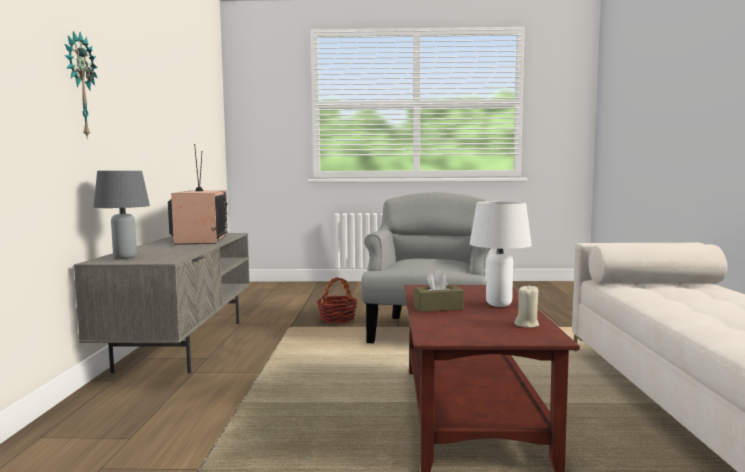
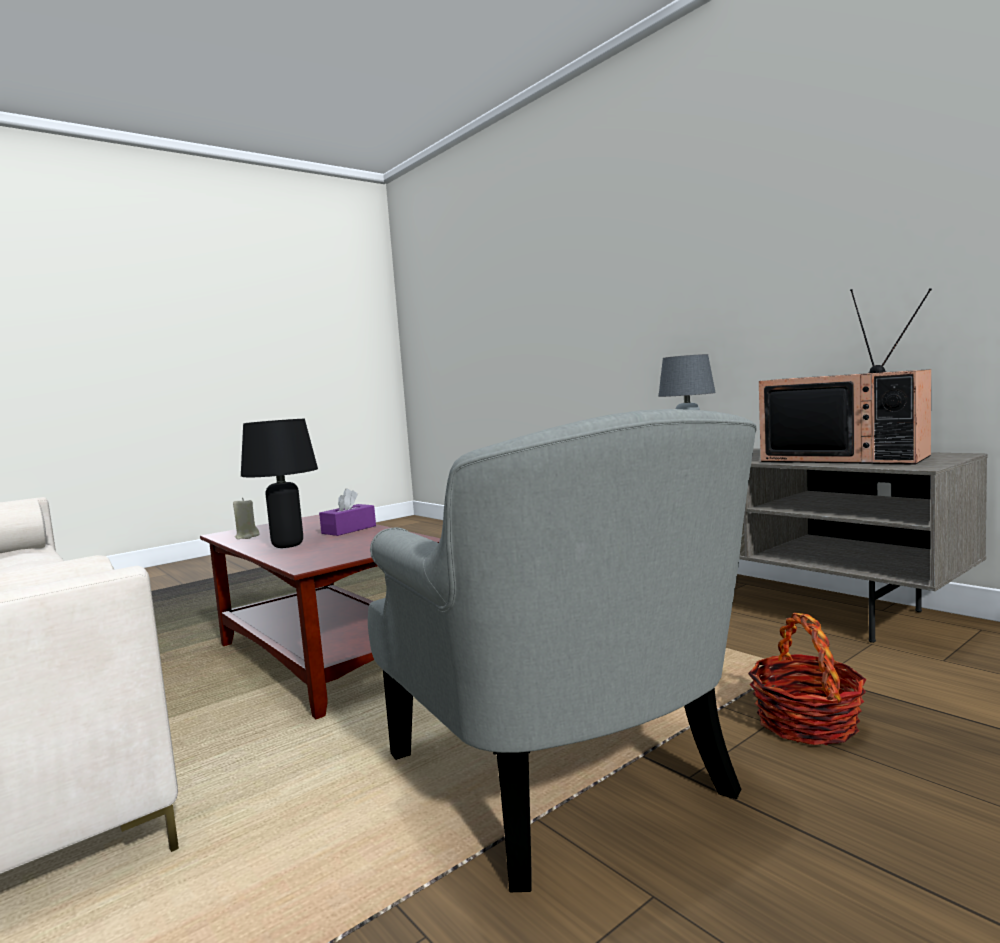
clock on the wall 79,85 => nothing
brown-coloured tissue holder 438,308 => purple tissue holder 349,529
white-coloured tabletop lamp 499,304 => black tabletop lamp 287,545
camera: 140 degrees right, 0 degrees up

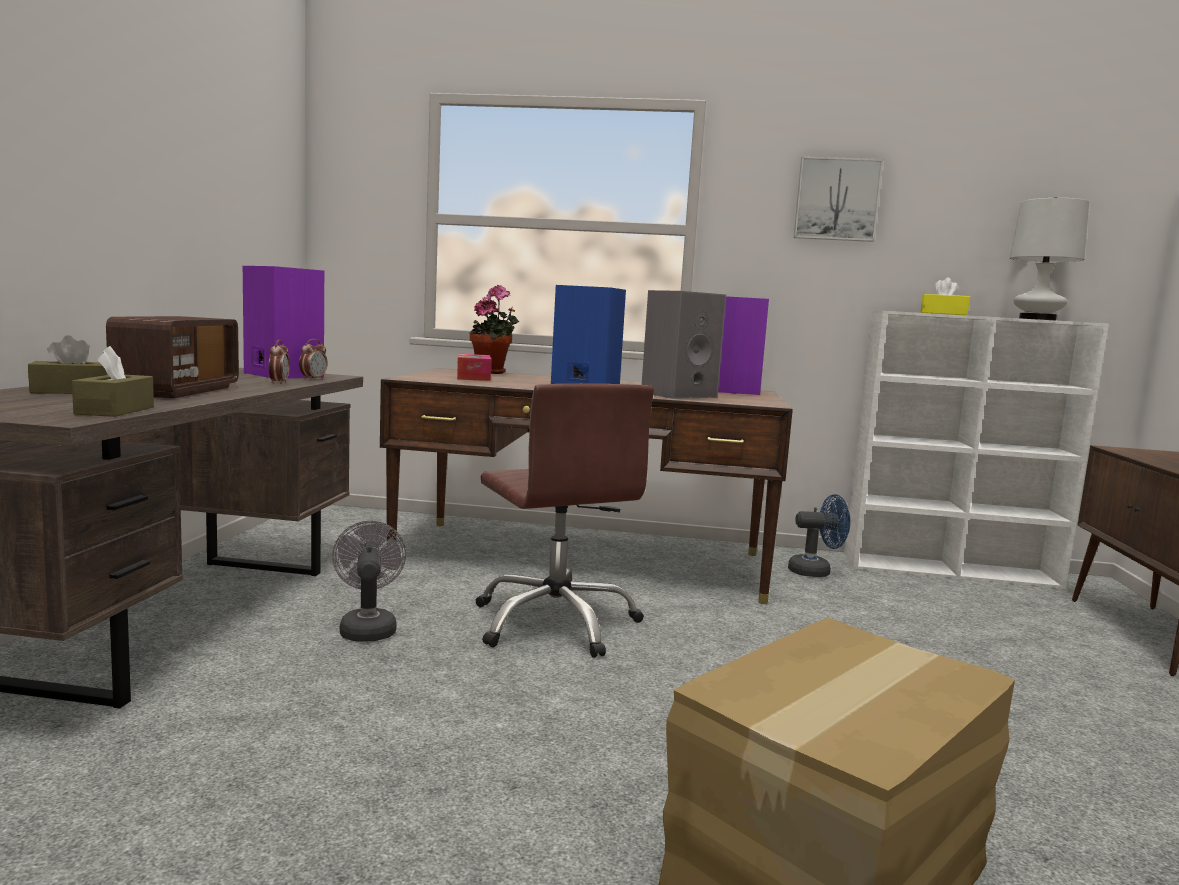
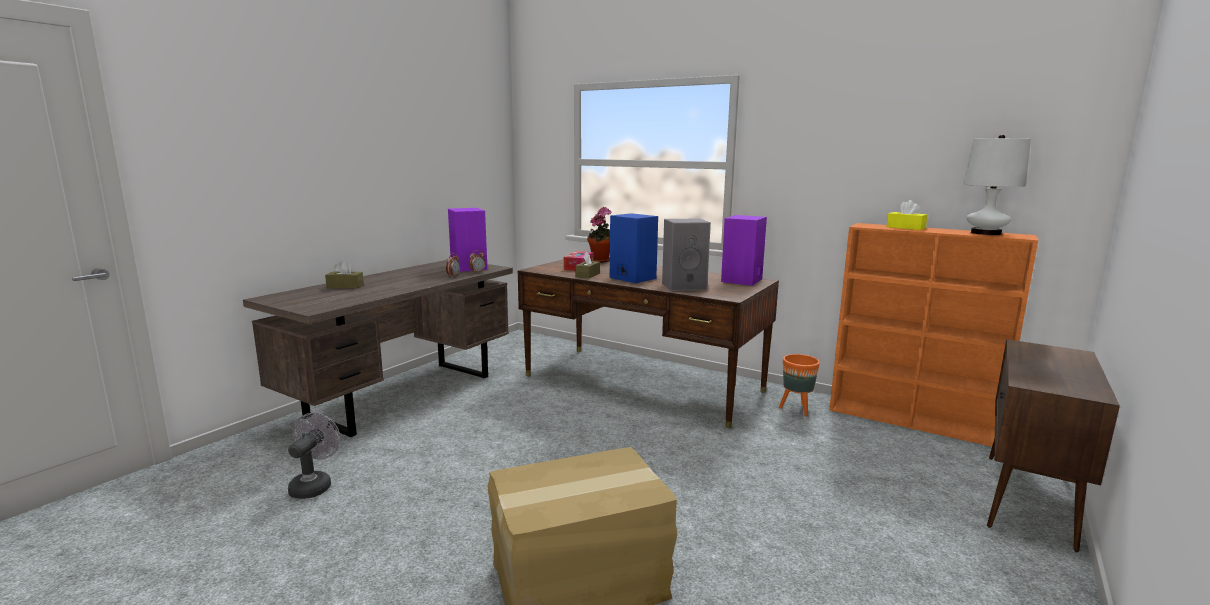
radio 178,391 => nothing
brown-coloured computer chair 556,622 => nothing
wall picture 836,200 => nothing
brown-coloured tissue holder 115,410 => brown-coloured tissue holder 587,275, relocated
grey fan 367,628 => grey fan 314,485, relocated
blue fan 816,571 => orange-coloured planter 796,409
white-coloured shelving unit 951,570 => orange-coloured shelving unit 913,421
camera: 25 degrees right, 5 degrees up

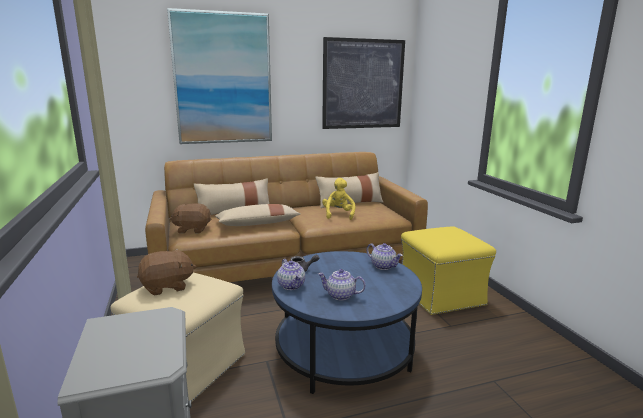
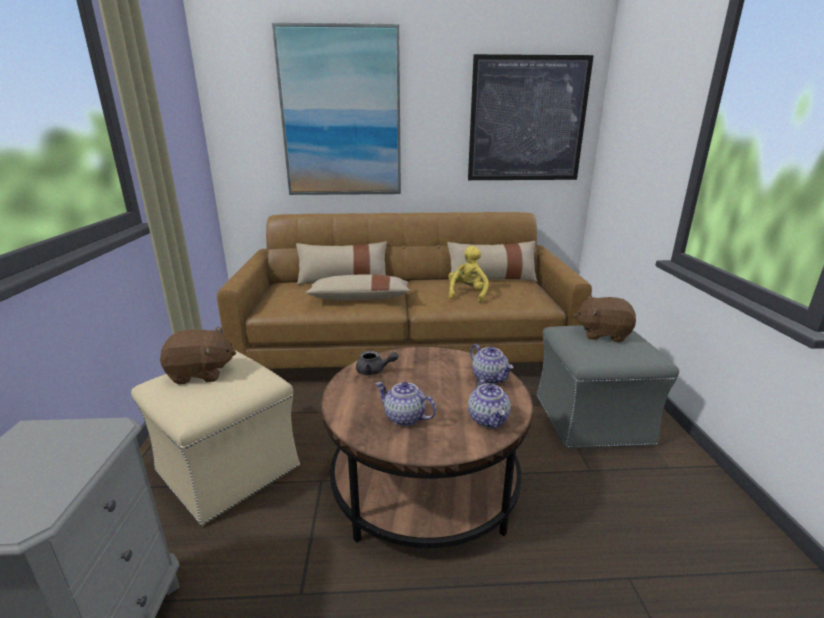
brown-coloured soft toy 192,229 => brown-coloured soft toy 602,334, relocated
teapot 291,285 => teapot 488,419, relocated
blue low table 344,350 => brown-coloured low table 425,482
yellowish ottoman 441,295 => grey ottoman 592,420
camera: 15 degrees right, 5 degrees up

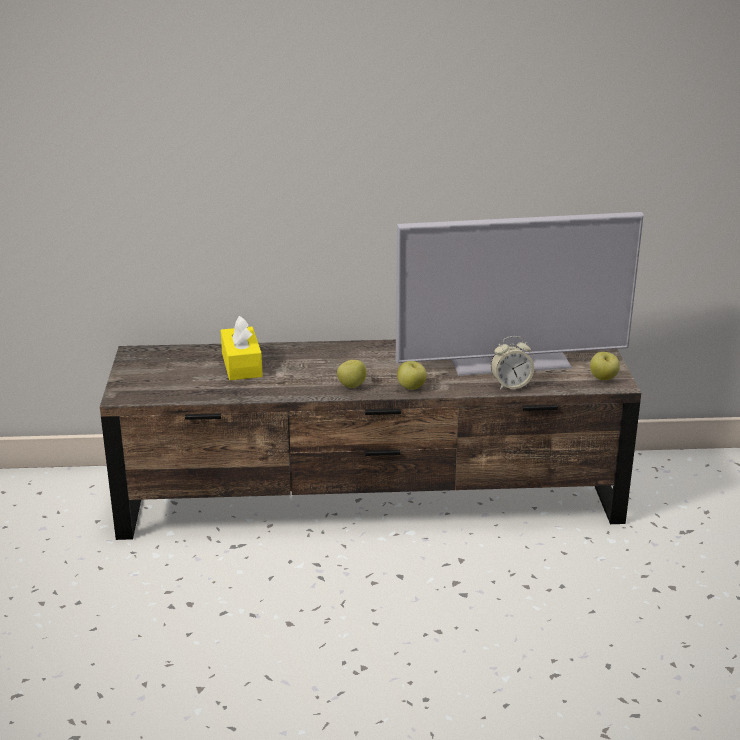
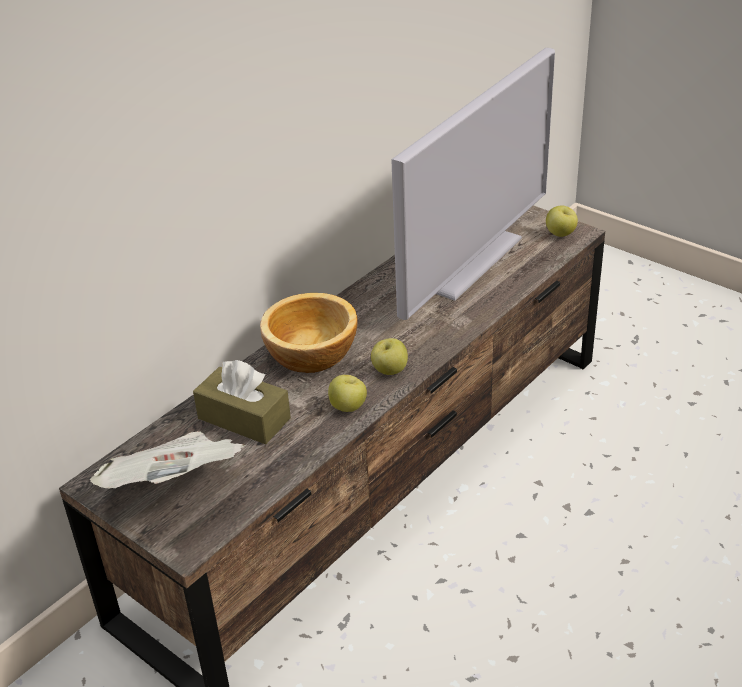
alarm clock 511,385 => nothing
nothing => newspaper 176,487
nothing => serving bowl 311,355
apple 411,388 => apple 348,407, relocated
yellowish tissue holder 241,365 => brown-coloured tissue holder 244,418
camera: 45 degrees left, 10 degrees up

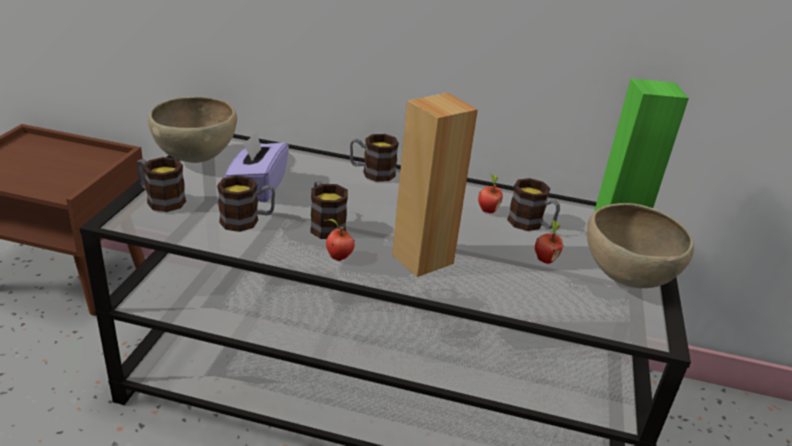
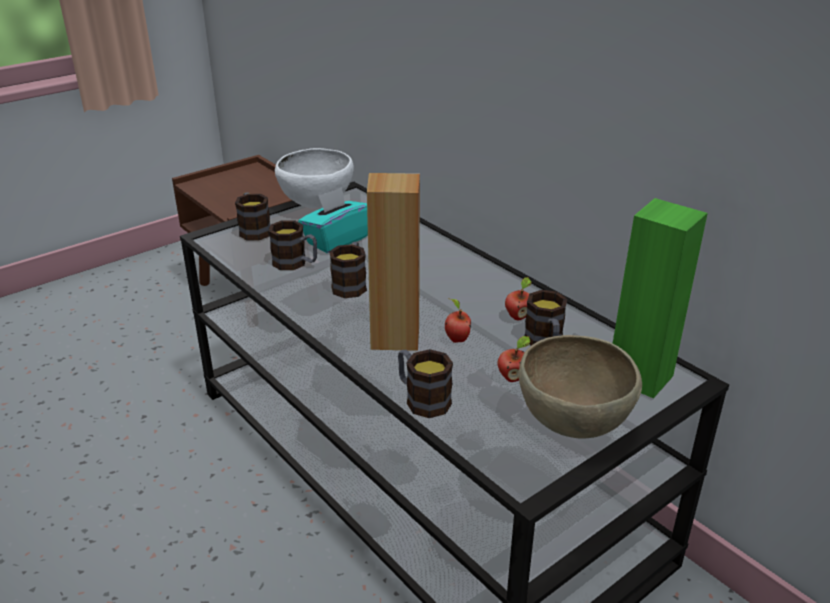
apple 337,257 => apple 456,339, relocated
tea mug 372,172 => tea mug 422,398, relocated
brown-coloured serving bowl 196,159 => white-coloured serving bowl 317,205
purple tissue holder 258,187 => turquoise-coloured tissue holder 337,240
camera: 40 degrees right, 0 degrees up

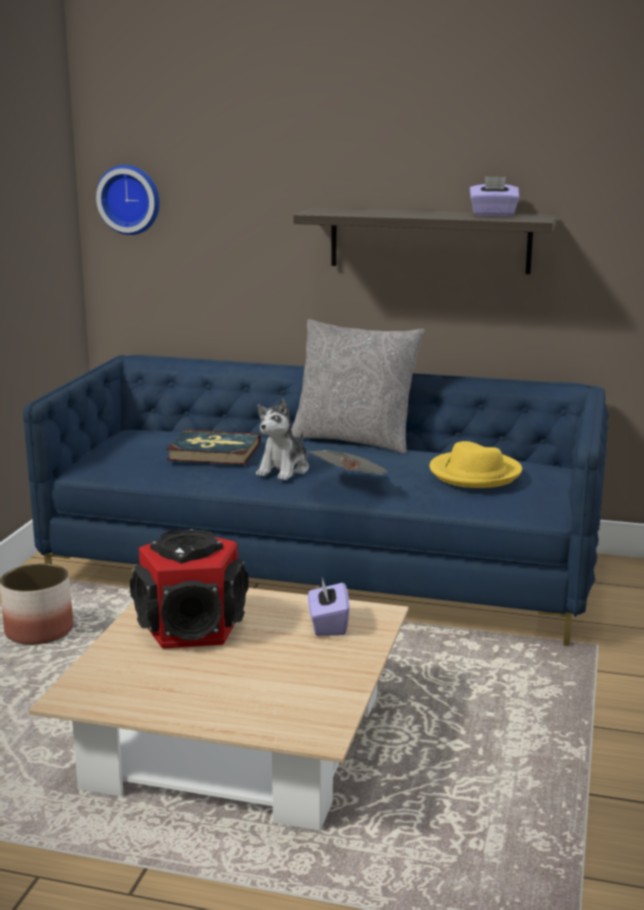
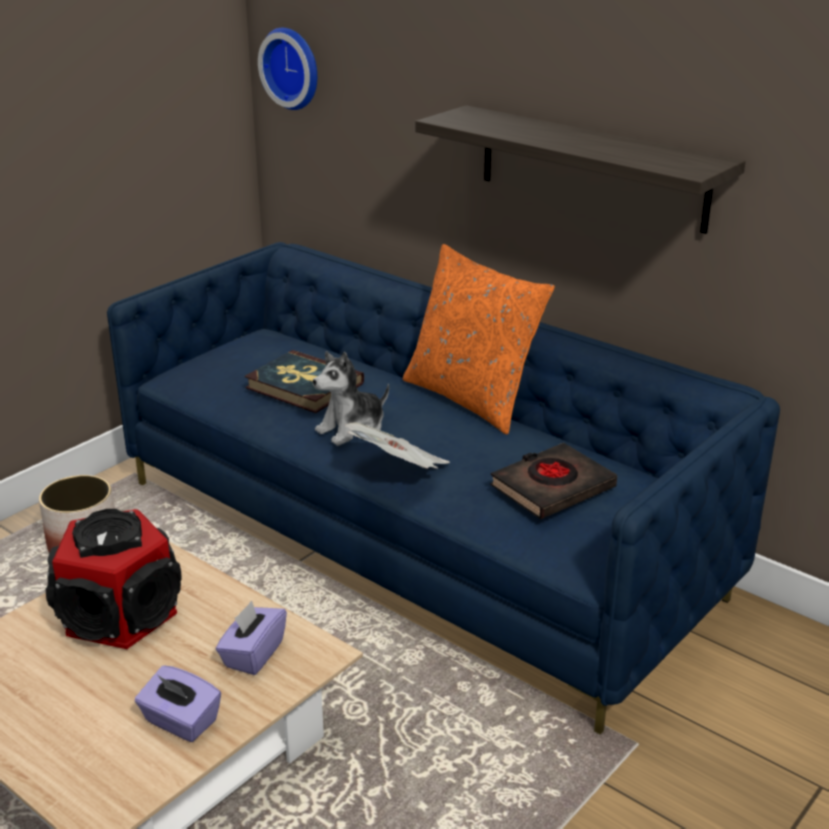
purple tissue holder 493,214 => purple tissue holder 180,722, relocated
yellowish clothing hat 474,473 => black bound book 552,487
grey pillow 354,440 => orange-coloured pillow 472,399
camera: 25 degrees right, 10 degrees up

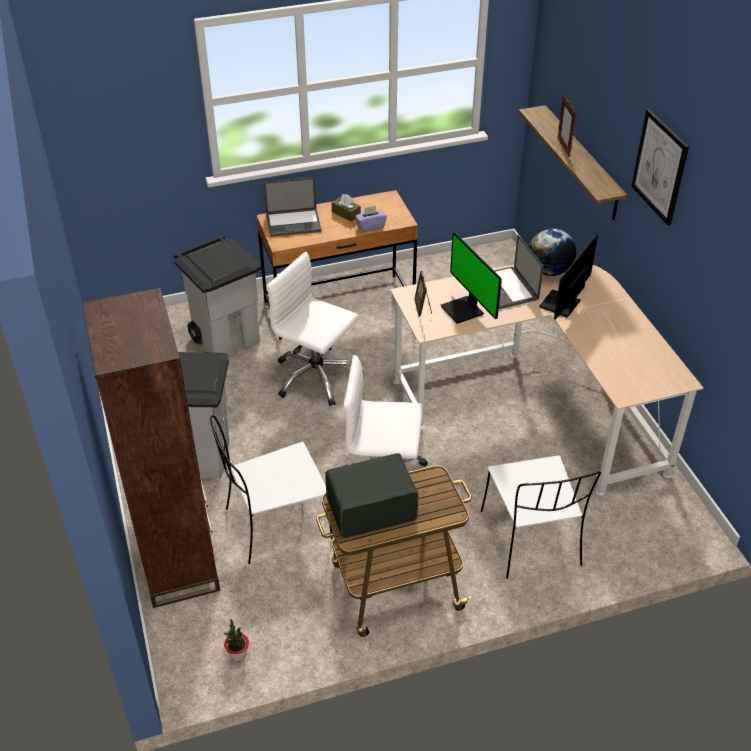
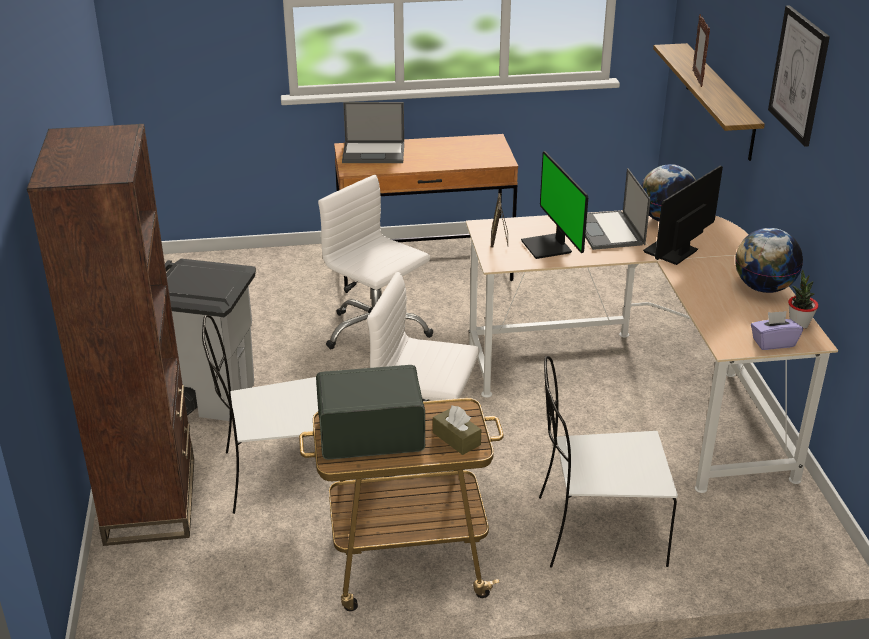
grey trash can 226,338 => nothing
nothing => world globe 763,288
houseplant 238,654 => houseplant 798,324, relocated
brown-coloured tissue holder 346,214 => brown-coloured tissue holder 456,439, relocated
purple tissue holder 370,226 => purple tissue holder 773,343, relocated
white-coloured plain chair 531,540 => white-coloured plain chair 597,531, 90 degrees clockwise
camera: 10 degrees right, 10 degrees down

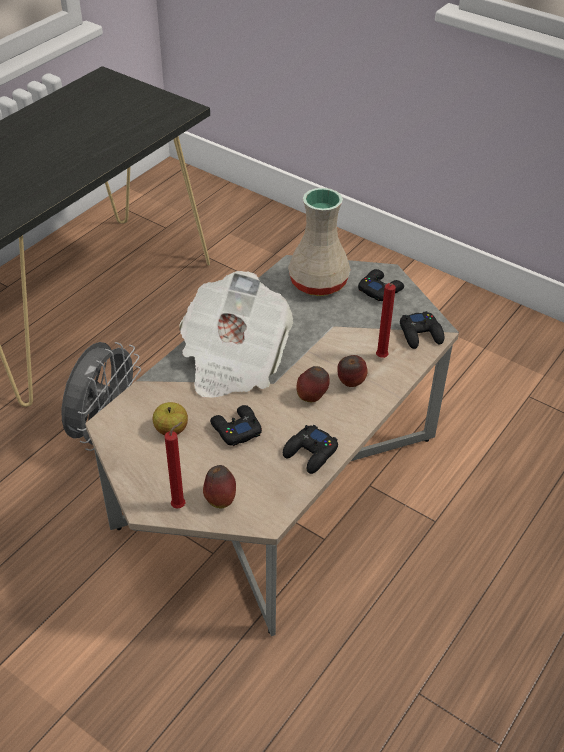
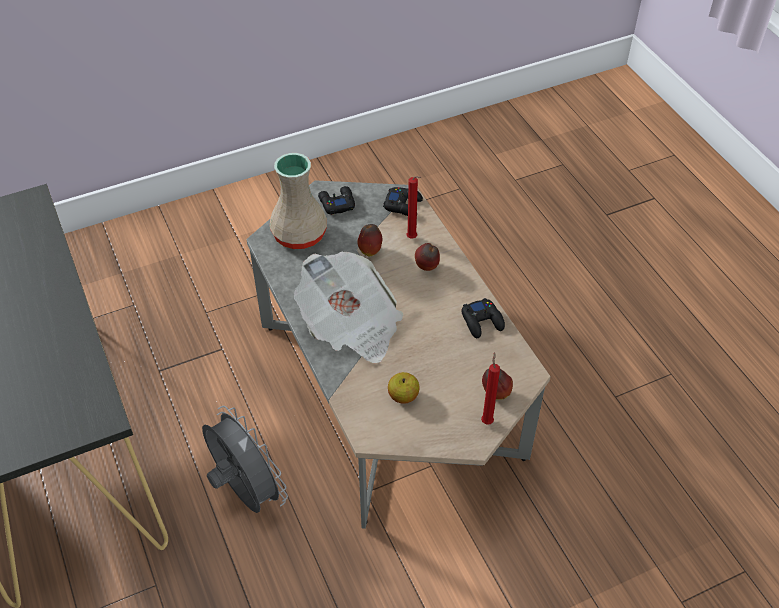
black joypad 236,429 => nothing
apple 312,397 => apple 370,251, relocated
camera: 60 degrees left, 5 degrees up

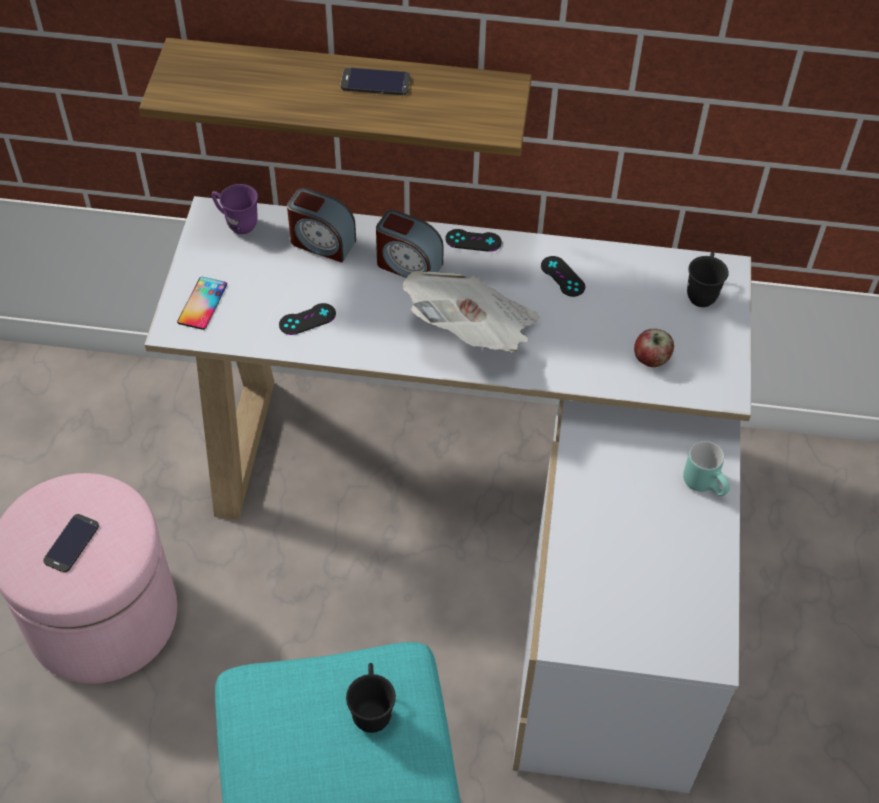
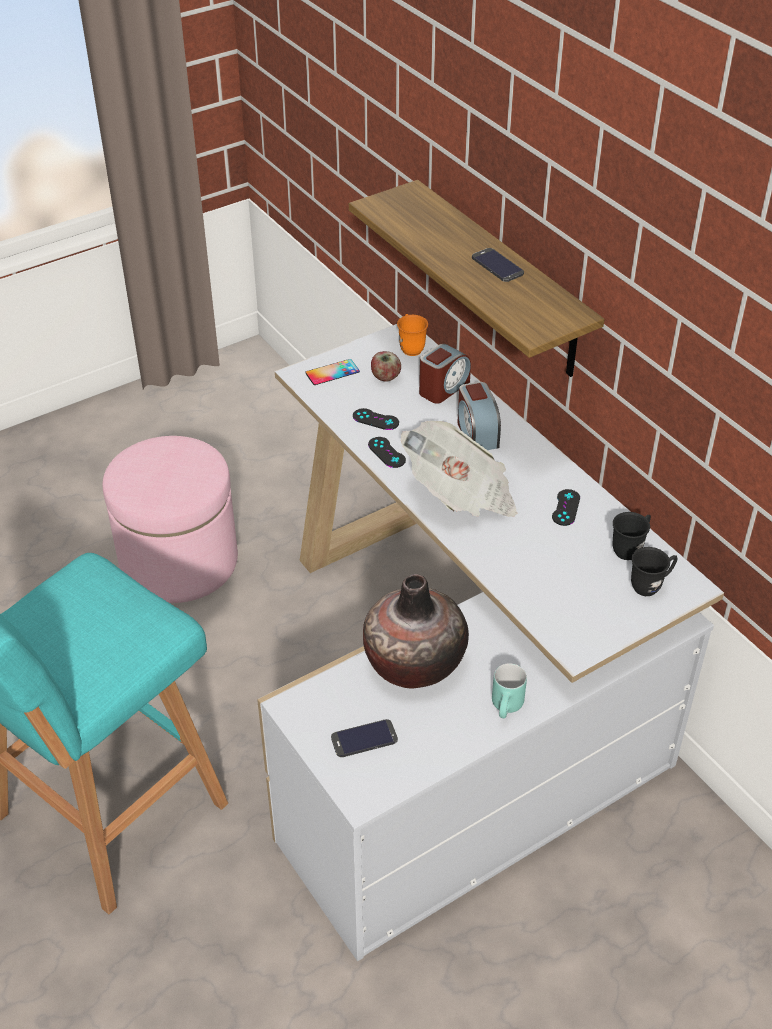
nothing => vase 414,663
phone 71,543 => phone 364,738, relocated
black tea mug 372,709 => black tea mug 630,548, relocated
black joypad 473,240 => black joypad 386,452, relocated
apple 651,359 => apple 385,377, relocated
purple tea mug 236,223 => orange-coloured tea mug 410,347
alarm clock 322,242 => alarm clock 443,388, 120 degrees counterclockwise
camera: 50 degrees right, 10 degrees down

